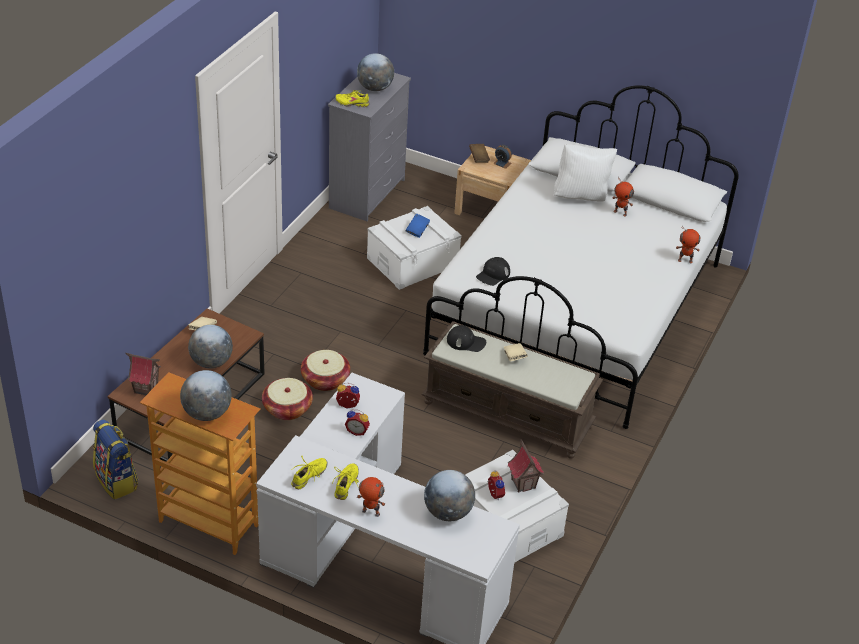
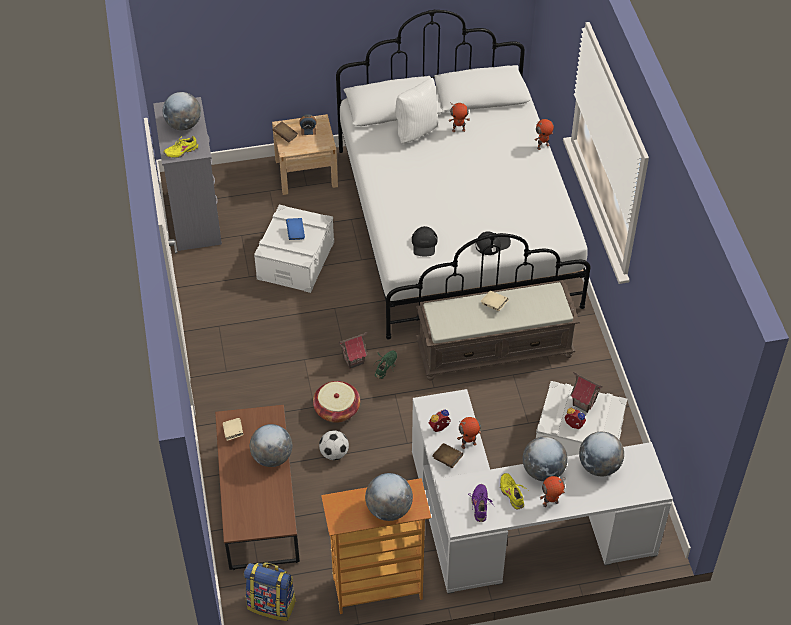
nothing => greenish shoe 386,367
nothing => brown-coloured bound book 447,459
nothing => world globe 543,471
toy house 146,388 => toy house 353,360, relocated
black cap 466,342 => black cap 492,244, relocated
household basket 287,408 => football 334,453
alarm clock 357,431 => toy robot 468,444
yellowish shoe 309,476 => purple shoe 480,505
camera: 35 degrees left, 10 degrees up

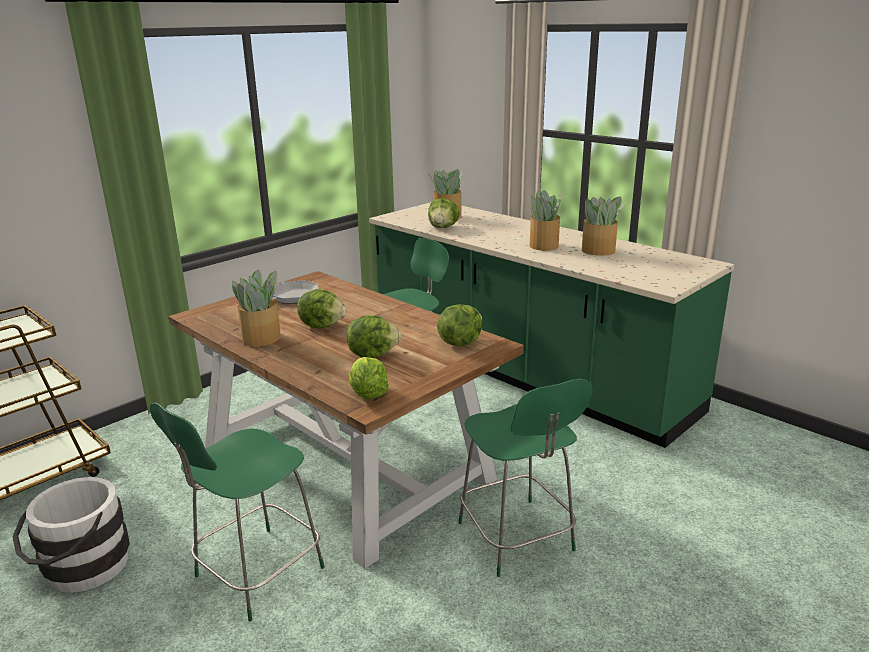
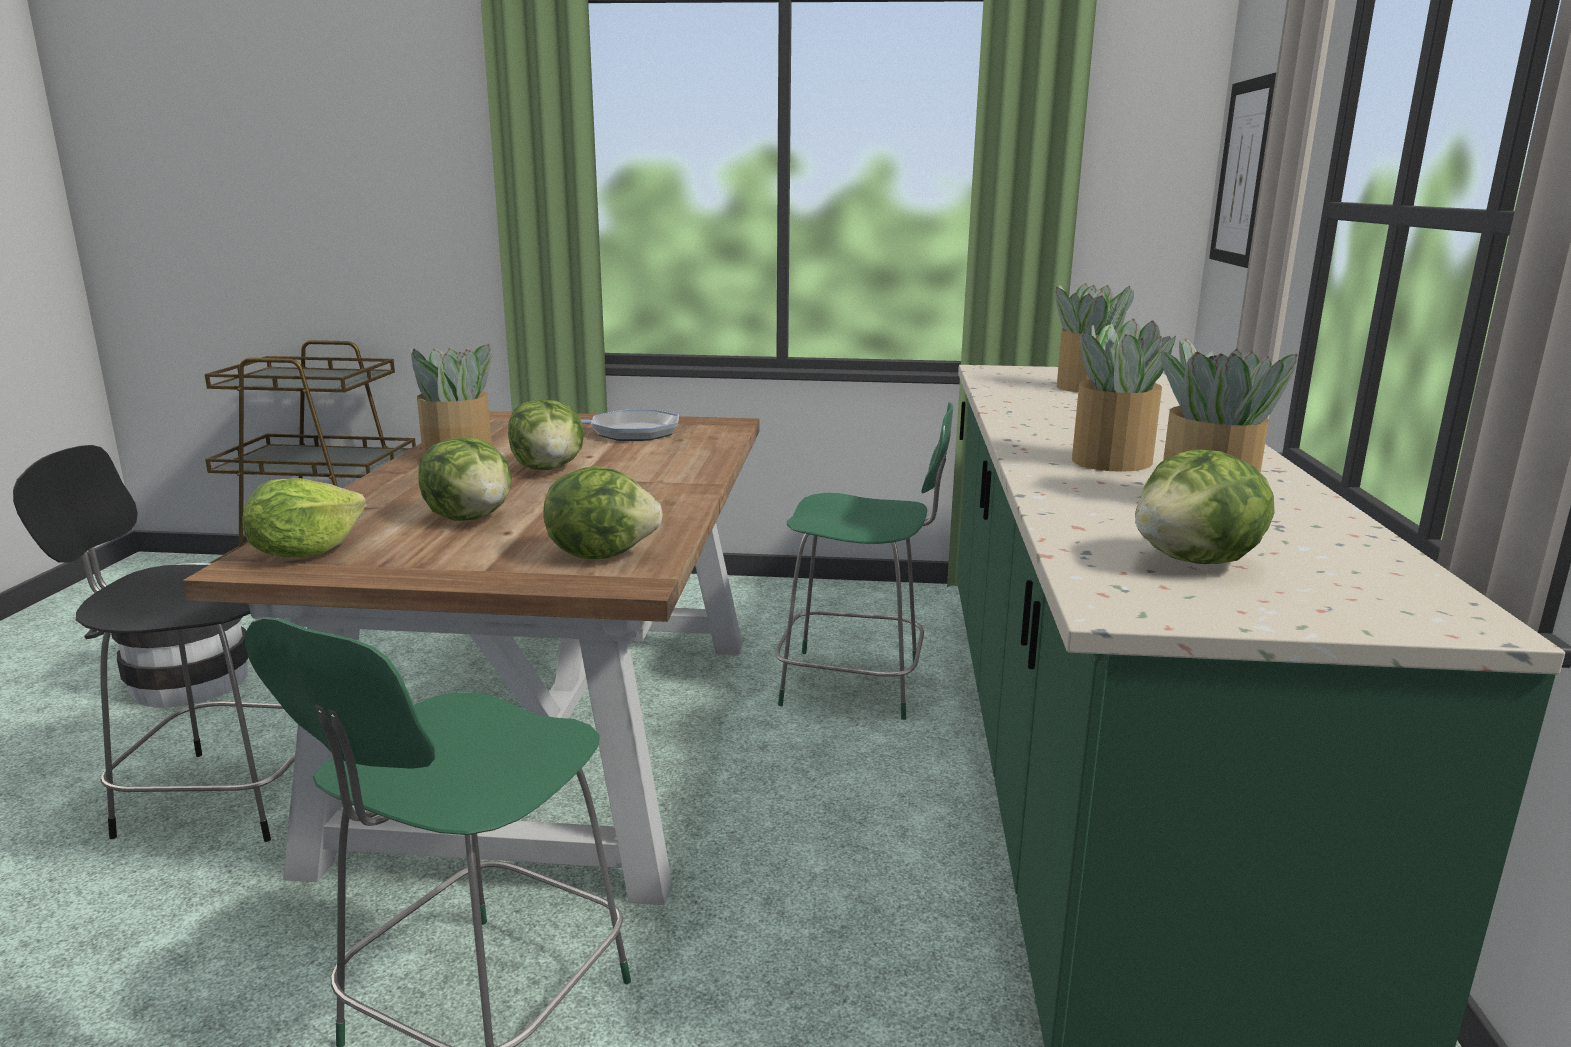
nothing => wall picture 1243,173
lettuce head 443,227 => lettuce head 1196,562, relocated
greenish plain chair 255,574 => black plain chair 223,794
camera: 50 degrees right, 5 degrees down

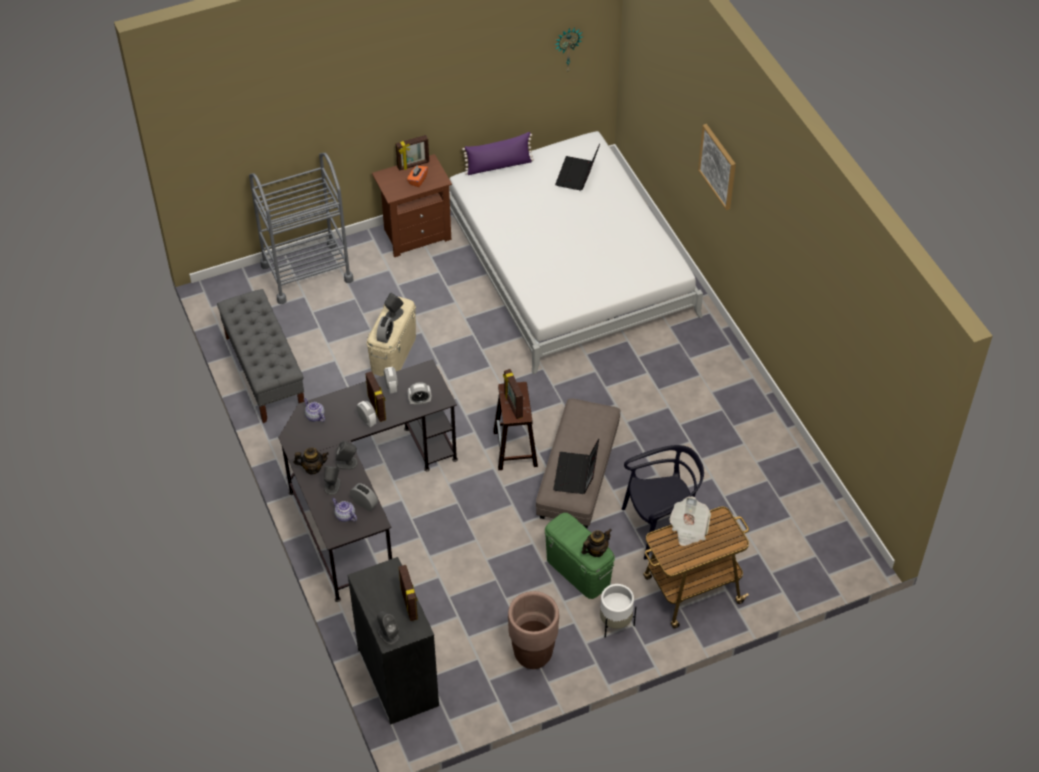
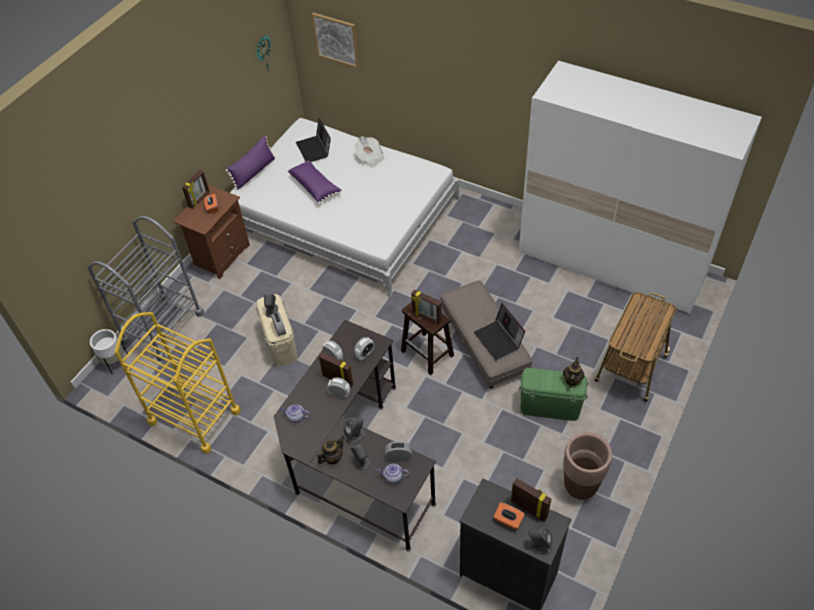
black plain chair 661,526 => nothing
nothing => purple pillow 315,186
nothing => orange-coloured tissue holder 508,520
nothing => white-coloured armoire 611,264
white-coloured planter 615,624 => white-coloured planter 114,362, relocated
newspaper 688,528 => newspaper 370,157, relocated
wall picture 718,166 => wall picture 336,39, relocated
grey indoor bench 264,372 => yellowish cart 194,417
camera: 35 degrees left, 0 degrees up

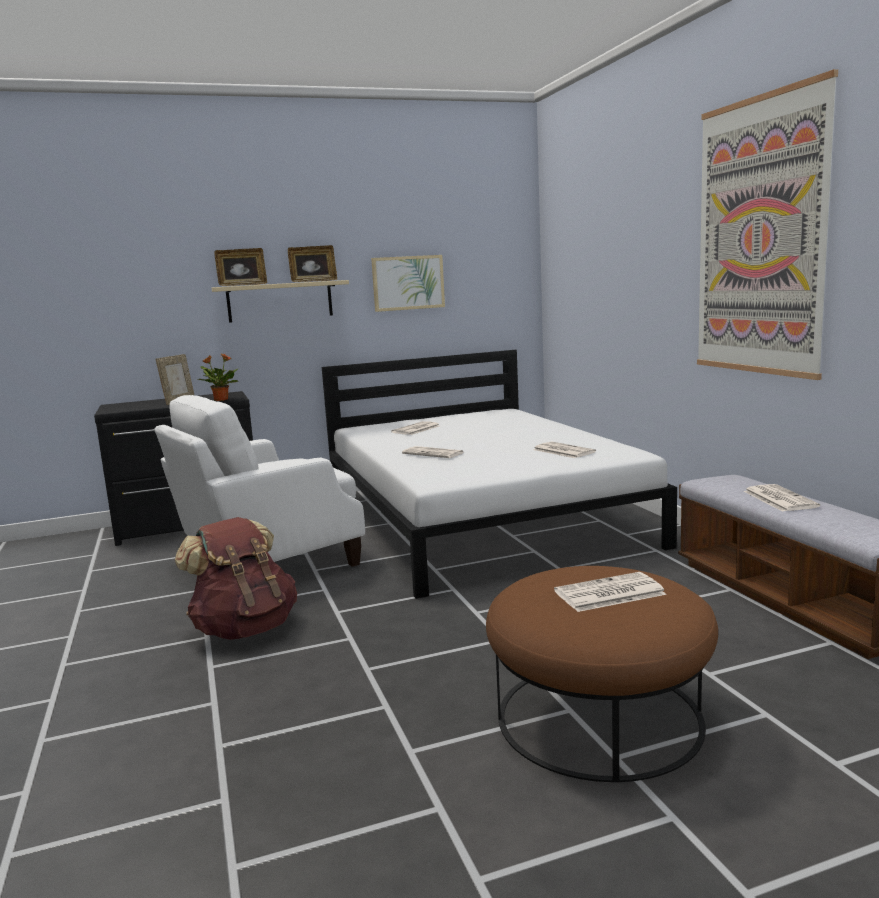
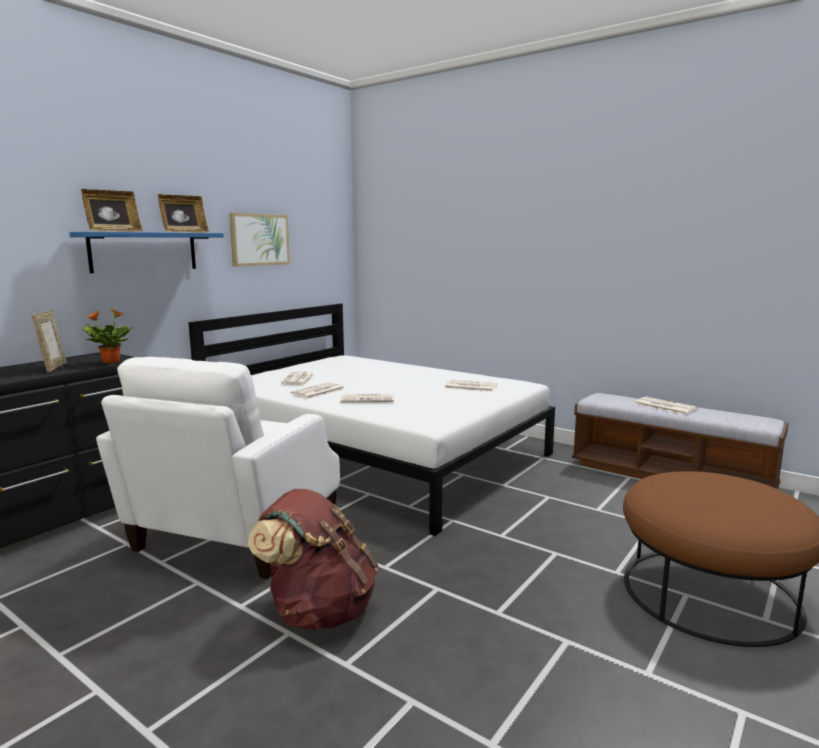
wall picture 759,238 => nothing
newspaper 608,594 => newspaper 318,391, relocated
sand-coloured wall shelf 280,301 => blue wall shelf 144,252
camera: 35 degrees left, 0 degrees up

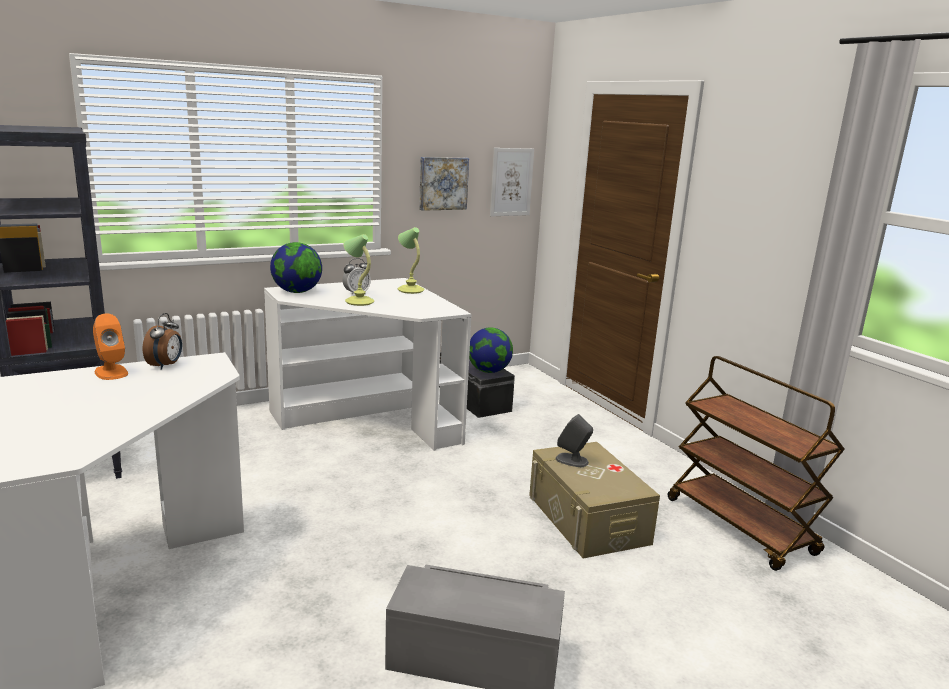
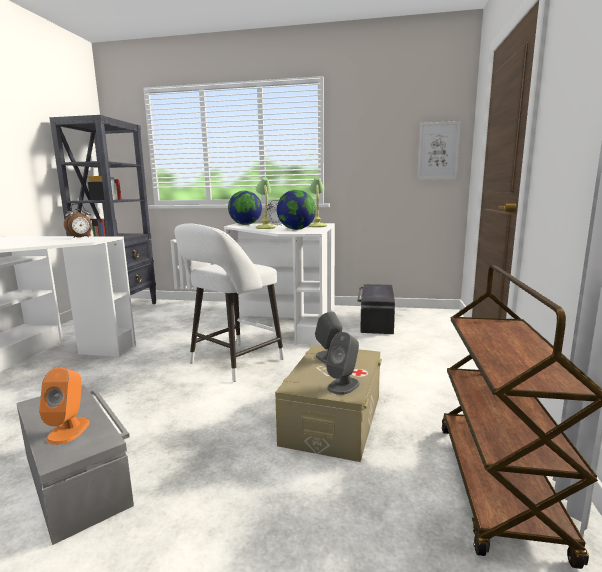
wall picture 442,183 => nothing
nothing => white-coloured sitting stool 232,363
nothing => grey audio speaker 343,385
orange-coloured audio speaker 111,372 => orange-coloured audio speaker 69,430, relocated
world globe 489,371 => world globe 296,229, relocated
camera: 40 degrees right, 5 degrees down

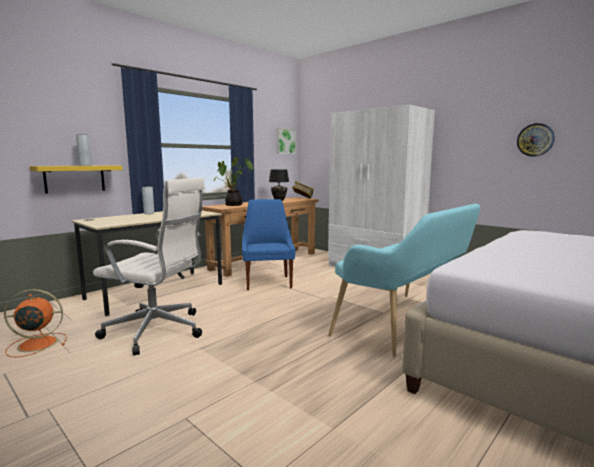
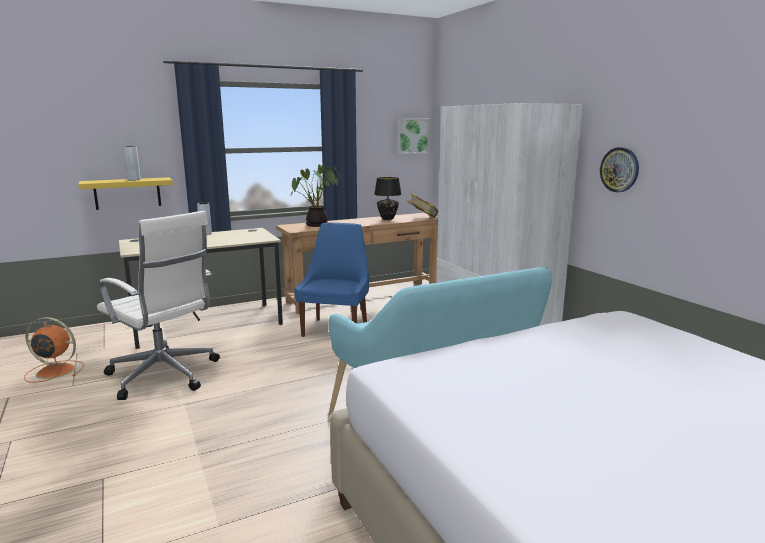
clock on the wall 535,140 => clock on the wall 619,169, relocated
camera: 20 degrees right, 5 degrees up

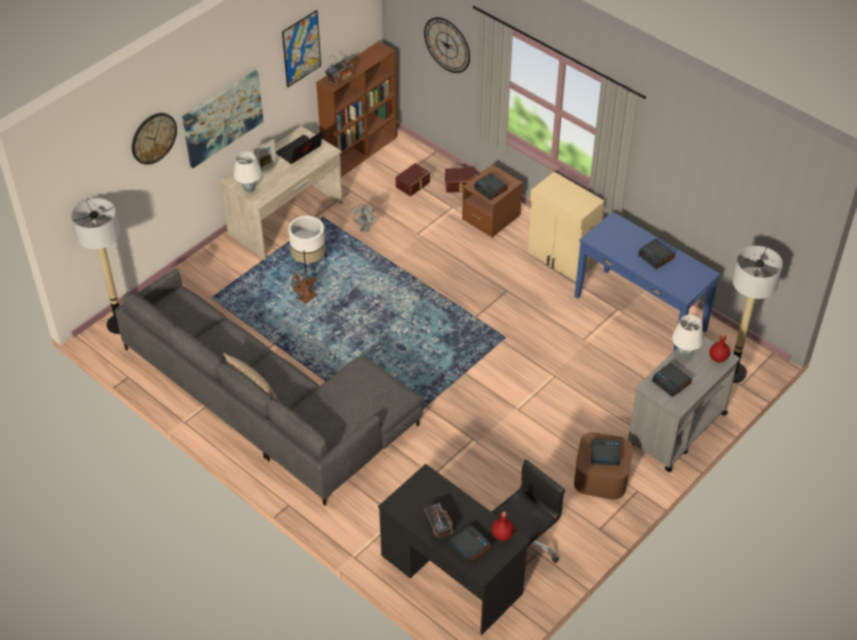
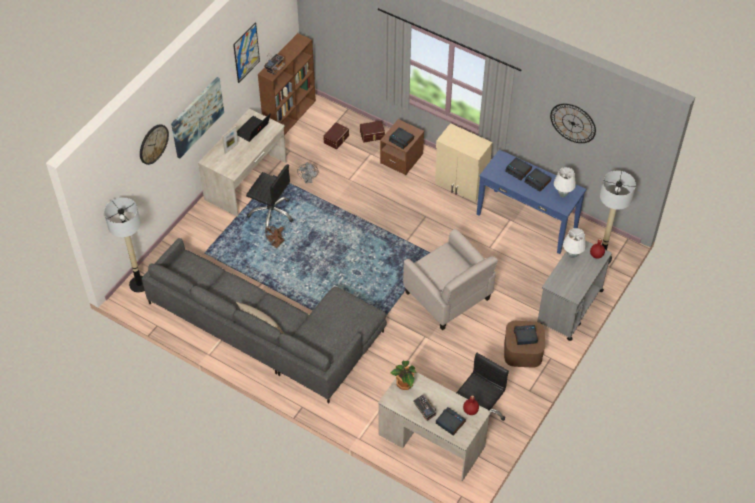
nothing => houseplant 404,384
nothing => sand-coloured armchair 448,296
white-coloured tabletop lamp 249,189 => white-coloured tabletop lamp 563,194, relocated
clock on the wall 447,45 => clock on the wall 573,123, relocated
alarm clock 671,382 => alarm clock 518,170, relocated
white-coloured planter 308,261 => black computer chair 271,213
black desk 451,574 => sand-coloured desk 431,440
camera: 10 degrees left, 5 degrees up

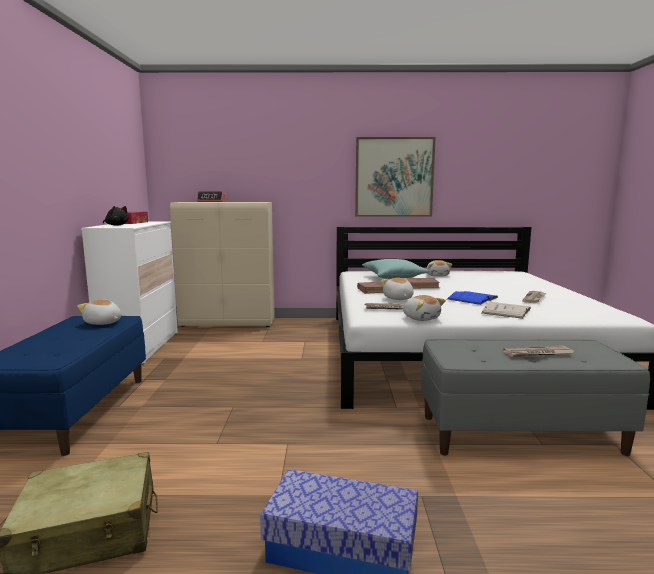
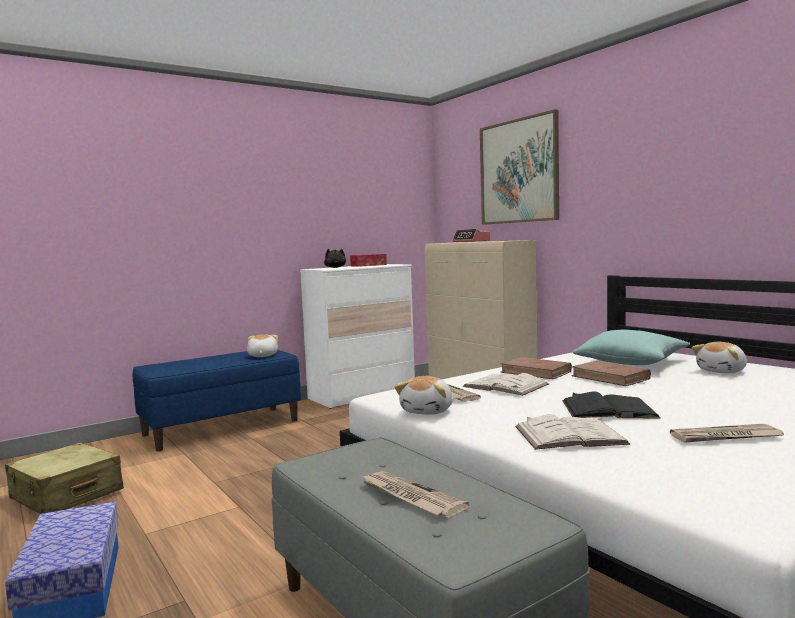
wall picture 394,177 => wall picture 518,171, relocated
soft toy 398,298 => white-coloured bound book 505,385
blue bound book 472,298 => black bound book 608,409
camera: 55 degrees right, 5 degrees down

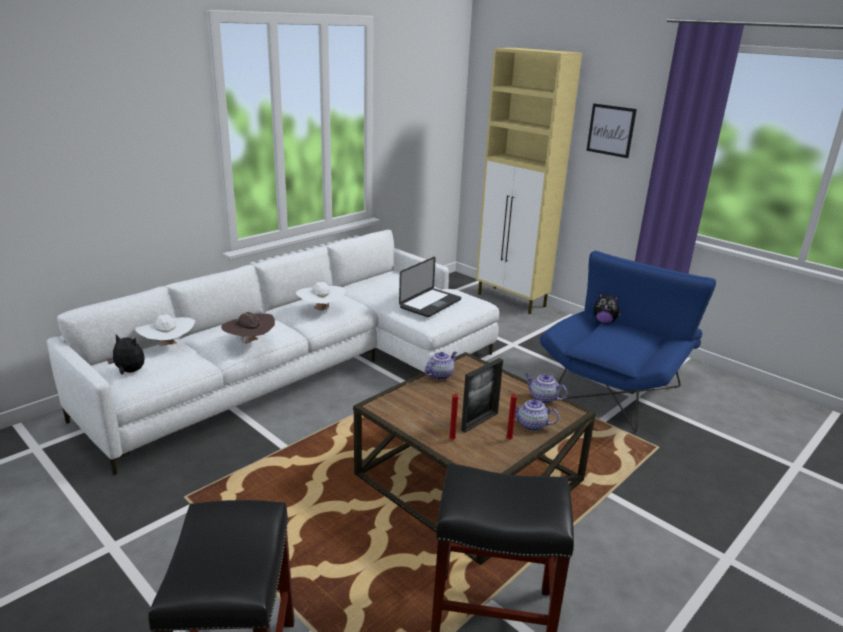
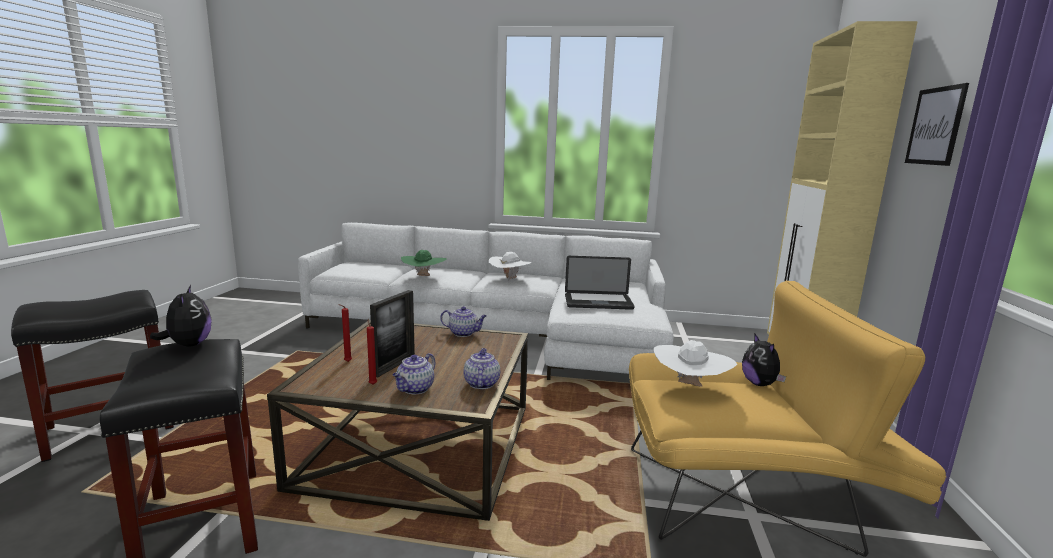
soft toy 129,372 => soft toy 188,345, relocated
white-coloured clothing hat 168,346 => white-coloured clothing hat 689,386, relocated
brown-coloured clothing hat 250,343 => greenish clothing hat 424,277
blue armchair 617,387 => yellowish armchair 750,494
photo frame 479,421 => photo frame 394,365, 75 degrees counterclockwise
teapot 531,425 => teapot 415,389, 135 degrees counterclockwise
camera: 55 degrees right, 10 degrees down

